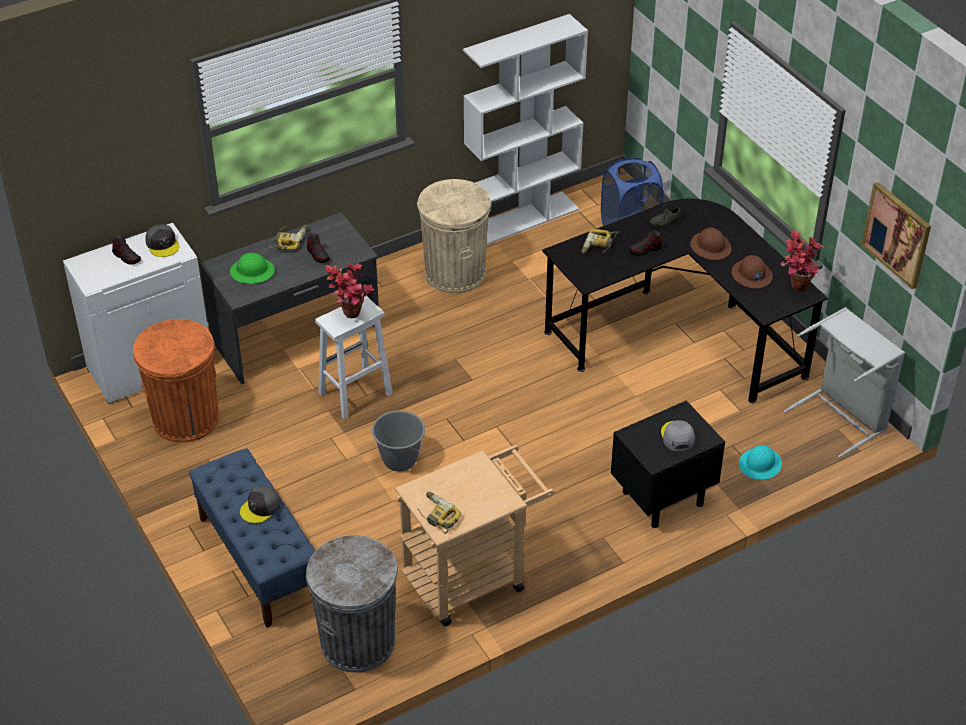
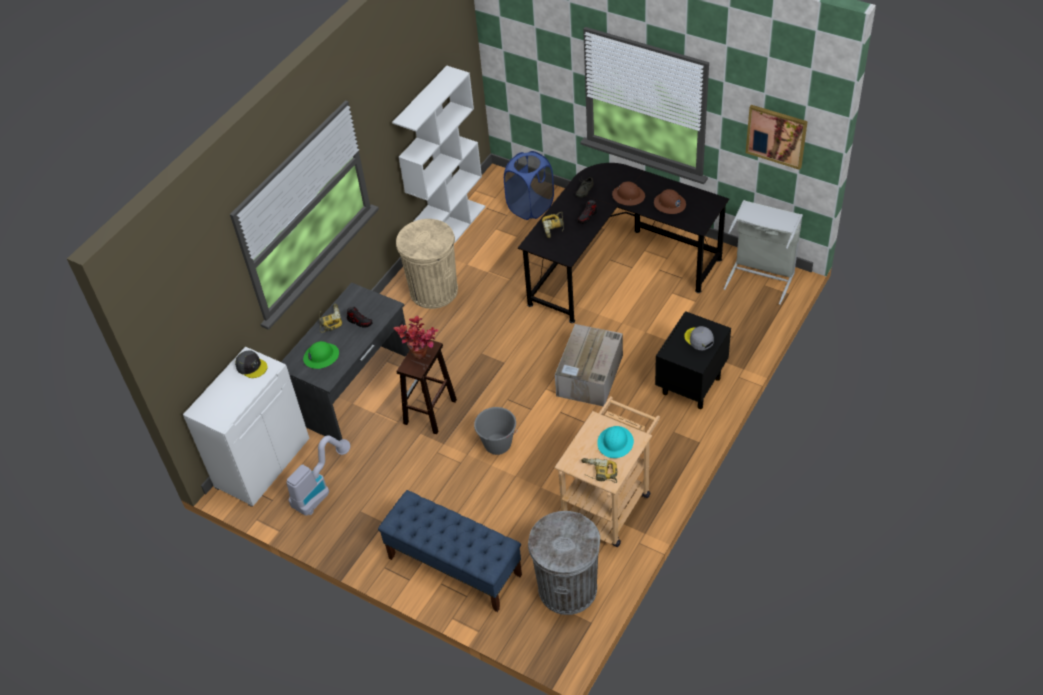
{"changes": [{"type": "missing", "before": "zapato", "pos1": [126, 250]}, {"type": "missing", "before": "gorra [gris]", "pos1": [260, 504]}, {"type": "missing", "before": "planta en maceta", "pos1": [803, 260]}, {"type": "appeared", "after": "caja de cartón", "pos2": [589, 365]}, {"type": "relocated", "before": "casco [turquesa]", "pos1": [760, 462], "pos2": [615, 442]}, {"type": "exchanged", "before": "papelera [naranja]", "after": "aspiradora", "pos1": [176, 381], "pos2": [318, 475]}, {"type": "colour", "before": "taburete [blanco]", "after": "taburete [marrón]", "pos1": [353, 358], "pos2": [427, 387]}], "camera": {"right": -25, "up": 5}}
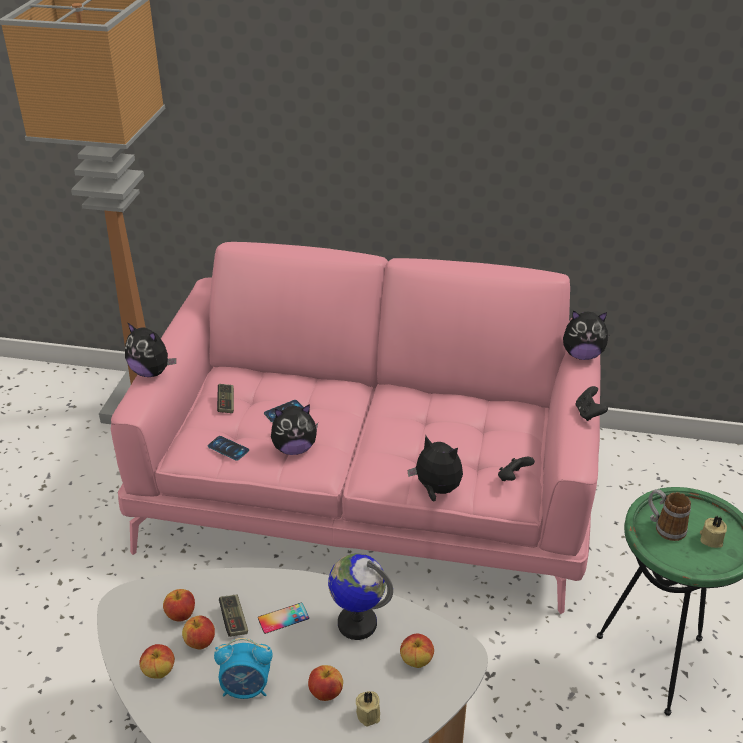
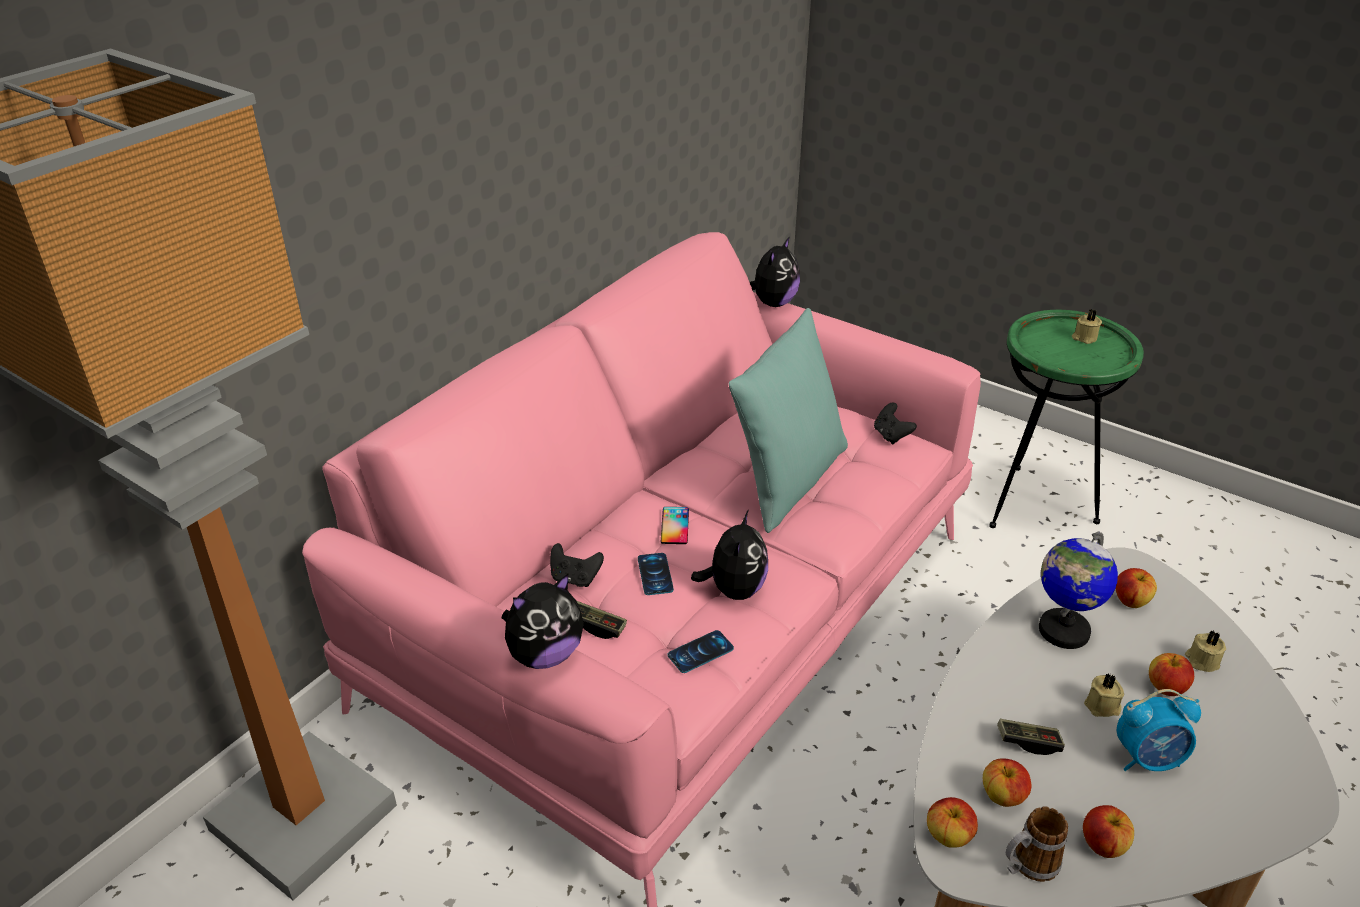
{"changes": [{"type": "missing", "before": "peluche", "pos1": [435, 469]}, {"type": "appeared", "after": "cojín [turquesa]", "pos2": [788, 420]}, {"type": "appeared", "after": "vela [beis]", "pos2": [1104, 695]}, {"type": "relocated", "before": "manzana", "pos1": [198, 632], "pos2": [952, 822]}, {"type": "relocated", "before": "móvil", "pos1": [283, 618], "pos2": [675, 525]}, {"type": "relocated", "before": "mando de consola [negro]", "pos1": [592, 403], "pos2": [577, 565]}, {"type": "relocated", "before": "taza grande", "pos1": [669, 515], "pos2": [1037, 844]}, {"type": "spun", "before": "despertador", "pos1": [243, 668], "pos2": [1159, 730], "turn": 60}], "camera": {"right": -65, "up": 0}}
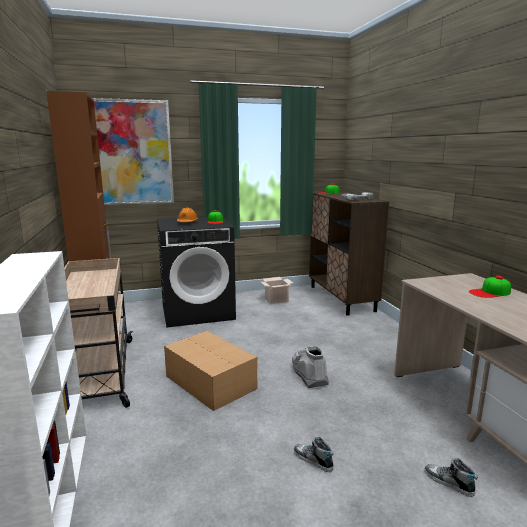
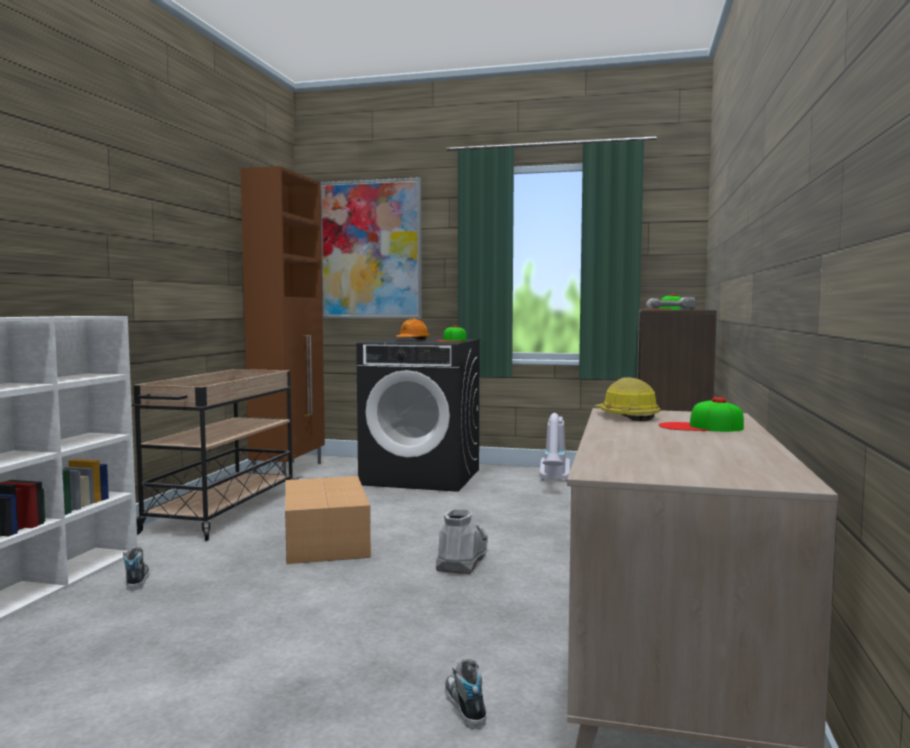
{"changes": [{"type": "appeared", "after": "casco", "pos2": [627, 399]}, {"type": "relocated", "before": "zapato", "pos1": [314, 454], "pos2": [136, 568]}, {"type": "exchanged", "before": "caja de cartón", "after": "aspiradora", "pos1": [277, 290], "pos2": [554, 447]}], "camera": {"right": 30, "up": -10}}
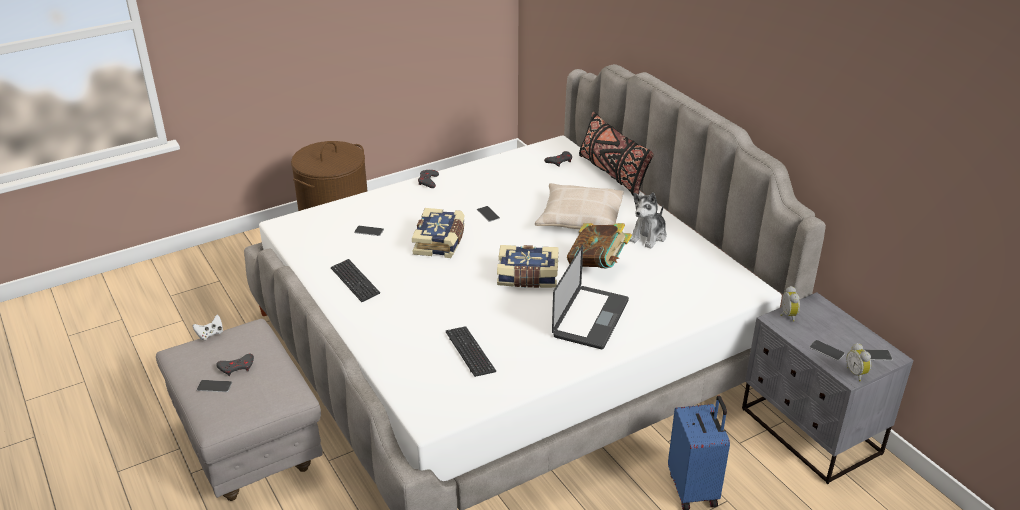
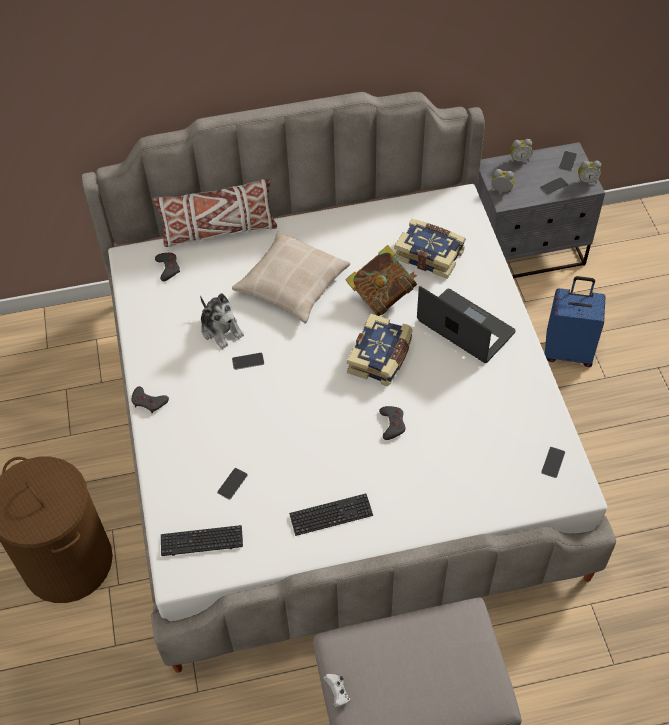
{"changes": [{"type": "appeared", "after": "despertador", "pos2": [521, 151]}, {"type": "relocated", "before": "móvil", "pos1": [214, 386], "pos2": [553, 462]}, {"type": "relocated", "before": "mando de consola [gris]", "pos1": [235, 365], "pos2": [392, 423]}, {"type": "relocated", "before": "libro", "pos1": [438, 233], "pos2": [430, 249]}, {"type": "relocated", "before": "teclado", "pos1": [471, 352], "pos2": [202, 540]}, {"type": "relocated", "before": "peluche", "pos1": [648, 220], "pos2": [222, 321]}, {"type": "colour", "before": "cojín [negro]", "after": "cojín [blanco]", "pos1": [616, 154], "pos2": [215, 213]}], "camera": {"right": -70, "up": 20}}
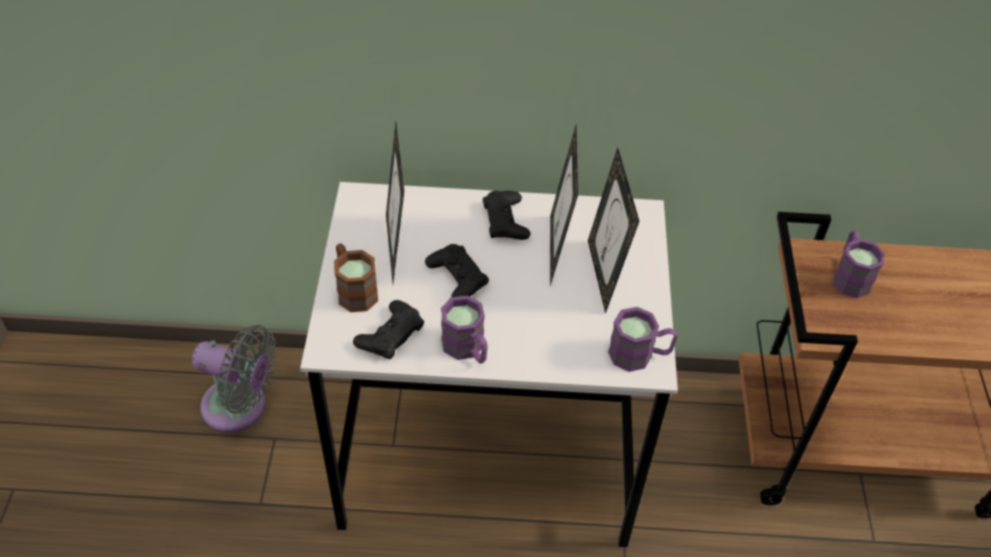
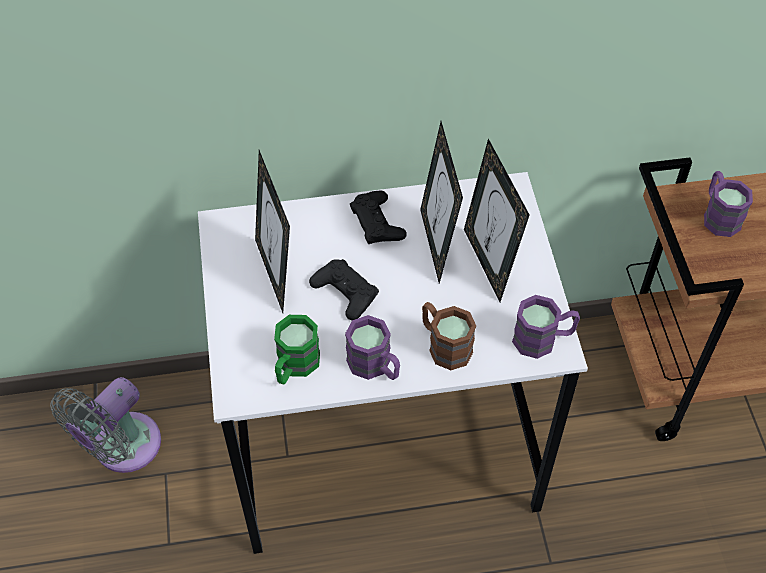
{"changes": [{"type": "relocated", "before": "taza grande [marrón]", "pos1": [356, 277], "pos2": [449, 336]}, {"type": "exchanged", "before": "mando de consola [negro]", "after": "taza grande [verde]", "pos1": [389, 330], "pos2": [297, 349]}, {"type": "spun", "before": "ventilador [gris]", "pos1": [234, 378], "pos2": [105, 425], "turn": 120}], "camera": {"right": -10, "up": 5}}
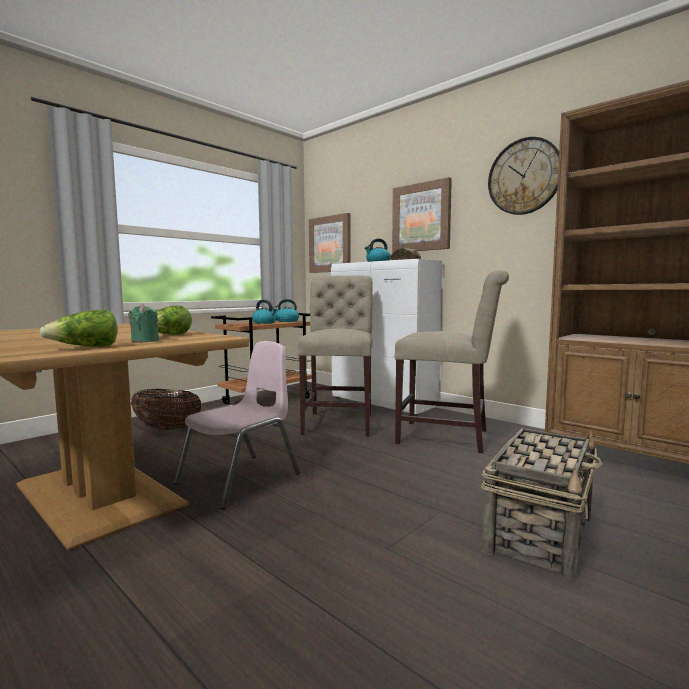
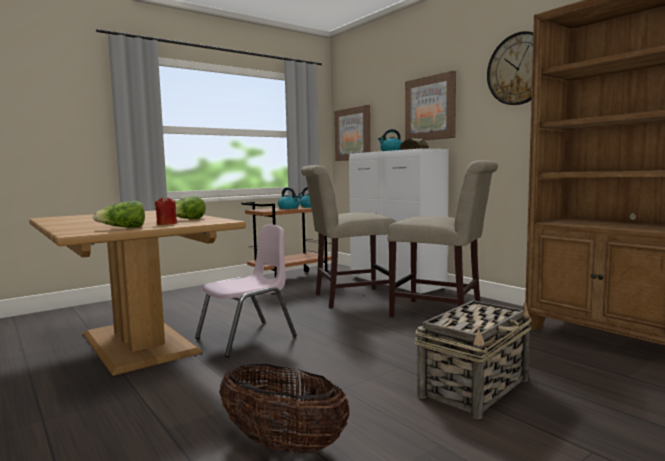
{"changes": [{"type": "relocated", "before": "cesta", "pos1": [166, 409], "pos2": [284, 409]}, {"type": "colour", "before": "vela [verde]", "after": "vela [rojo]", "pos1": [143, 323], "pos2": [166, 210]}, {"type": "spun", "before": "silla [beis]", "pos1": [335, 356], "pos2": [348, 237], "turn": -120}], "camera": {"right": 10, "up": 0}}
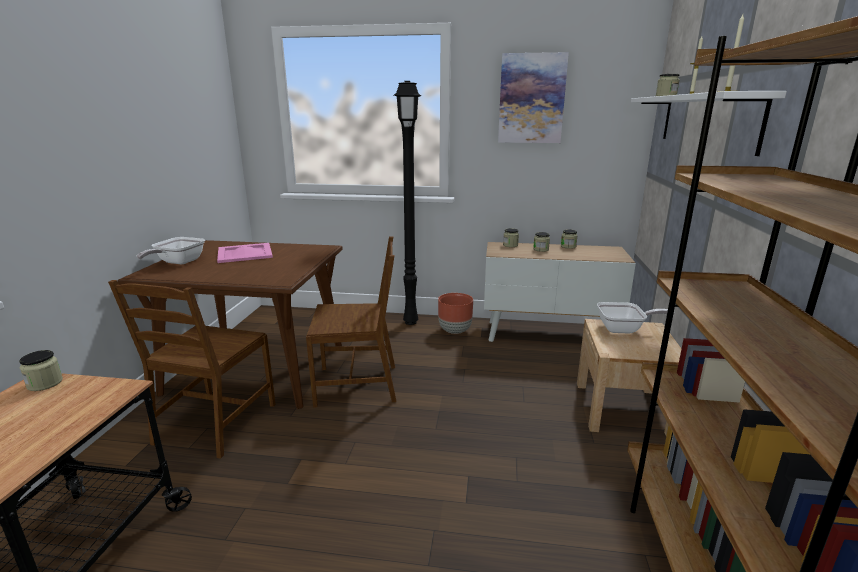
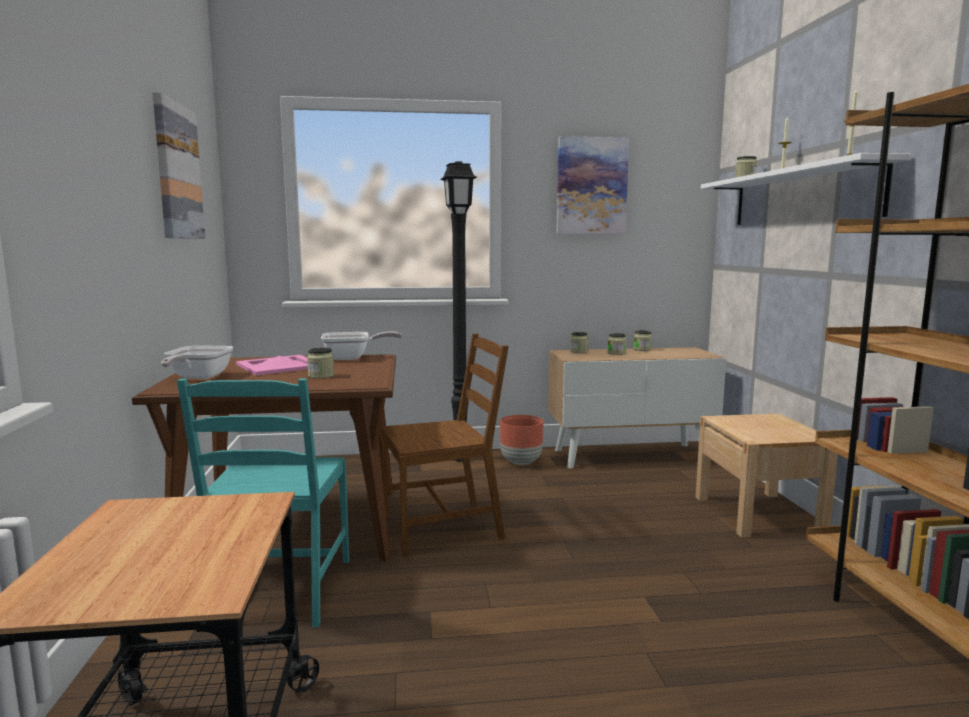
{"changes": [{"type": "appeared", "after": "cuadro", "pos2": [178, 165]}, {"type": "relocated", "before": "tarro", "pos1": [41, 370], "pos2": [320, 363]}, {"type": "relocated", "before": "sartén", "pos1": [635, 317], "pos2": [361, 346]}, {"type": "colour", "before": "silla [marrón]", "after": "silla [turquesa]", "pos1": [192, 369], "pos2": [263, 502]}], "camera": {"right": -15, "up": -10}}
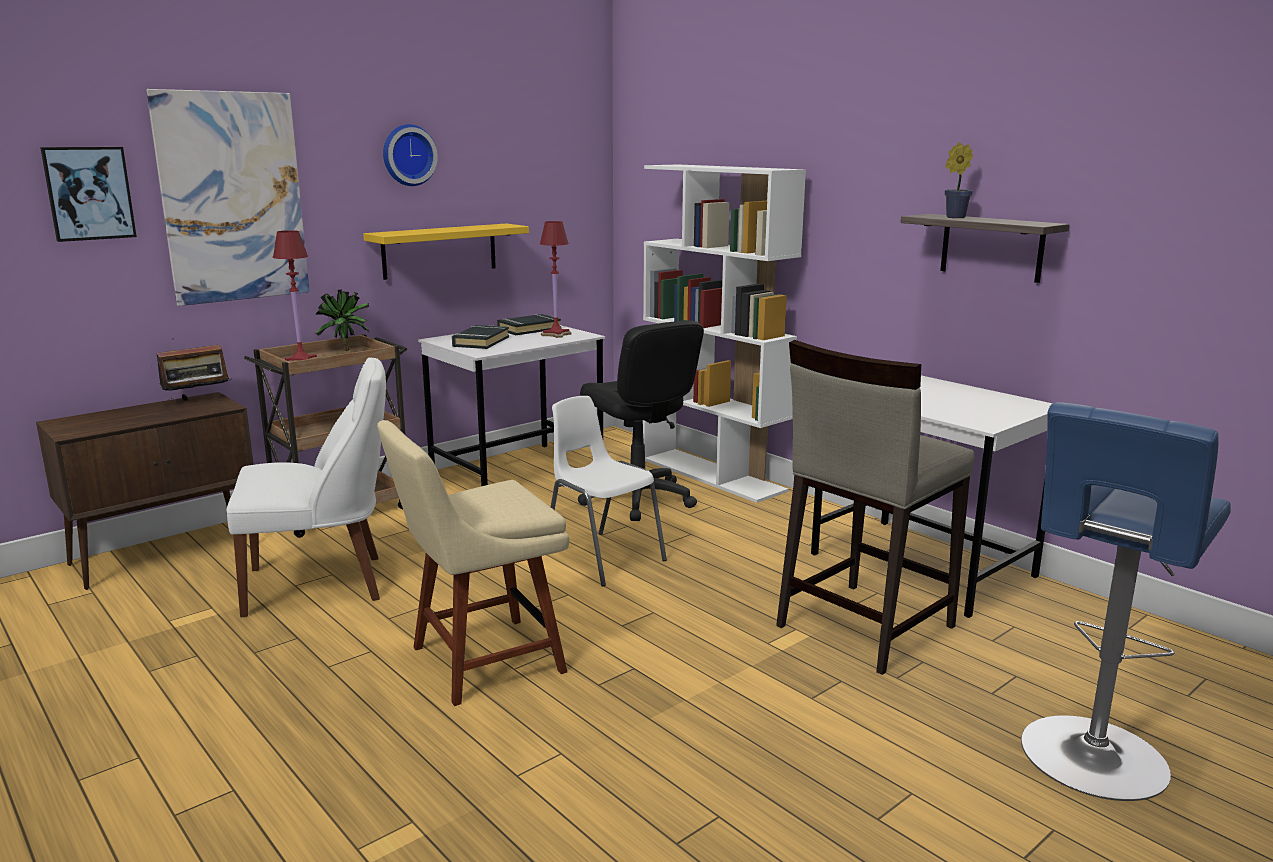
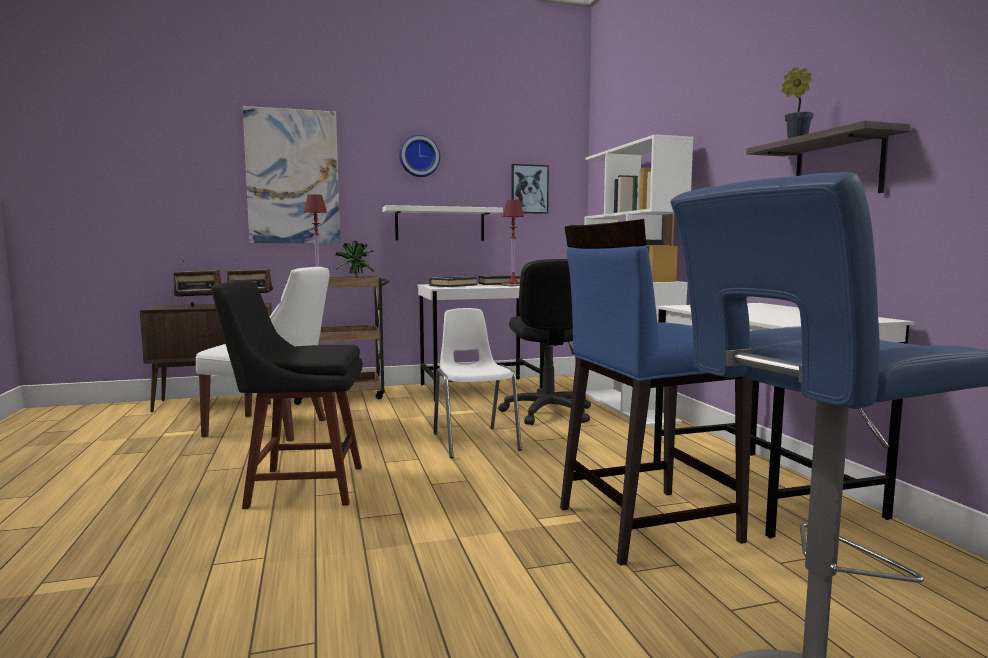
{"changes": [{"type": "appeared", "after": "radio", "pos2": [197, 284]}, {"type": "relocated", "before": "cuadro", "pos1": [88, 194], "pos2": [530, 189]}, {"type": "colour", "before": "estante [amarillo]", "after": "estante [blanco]", "pos1": [446, 251], "pos2": [442, 223]}, {"type": "colour", "before": "silla [beis]", "after": "silla [negro]", "pos1": [473, 563], "pos2": [286, 394]}, {"type": "colour", "before": "taburete [beis]", "after": "taburete [azul]", "pos1": [875, 507], "pos2": [656, 392]}], "camera": {"right": 25, "up": -10}}
